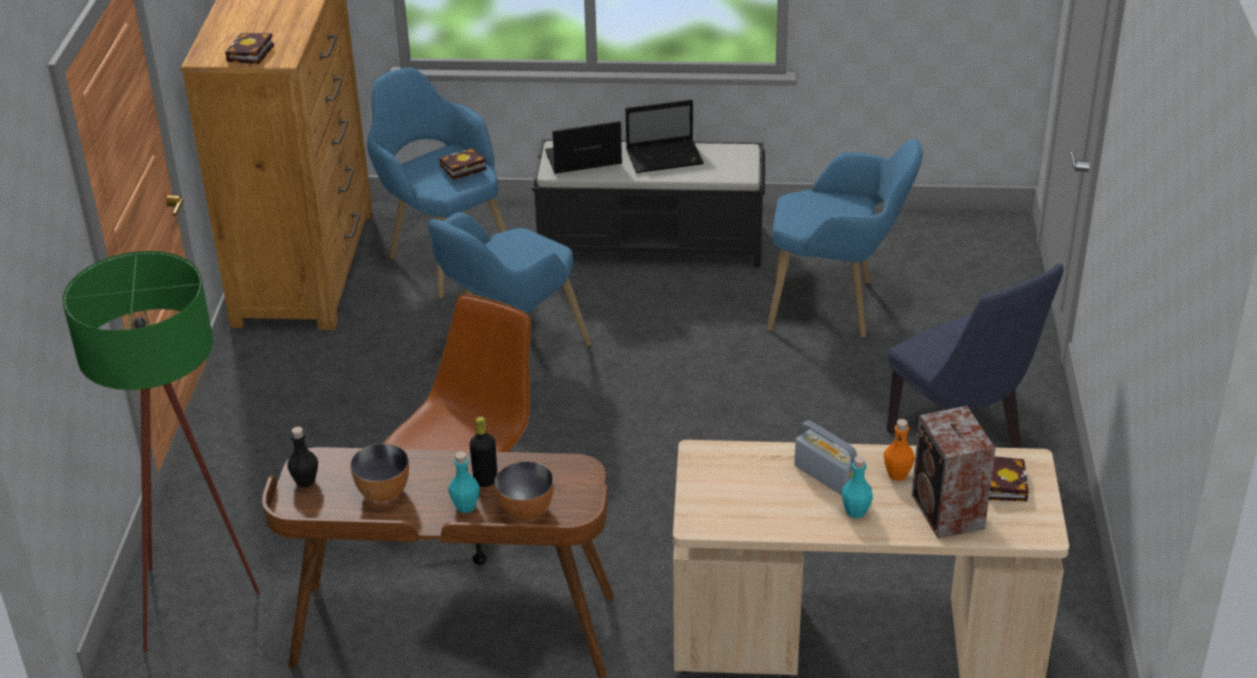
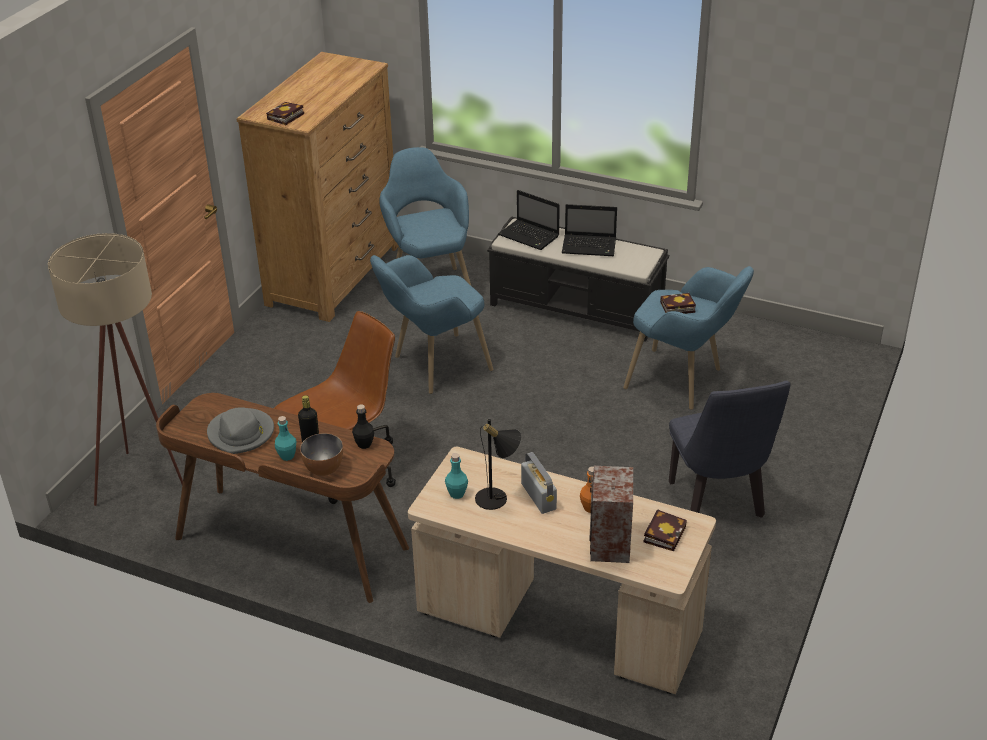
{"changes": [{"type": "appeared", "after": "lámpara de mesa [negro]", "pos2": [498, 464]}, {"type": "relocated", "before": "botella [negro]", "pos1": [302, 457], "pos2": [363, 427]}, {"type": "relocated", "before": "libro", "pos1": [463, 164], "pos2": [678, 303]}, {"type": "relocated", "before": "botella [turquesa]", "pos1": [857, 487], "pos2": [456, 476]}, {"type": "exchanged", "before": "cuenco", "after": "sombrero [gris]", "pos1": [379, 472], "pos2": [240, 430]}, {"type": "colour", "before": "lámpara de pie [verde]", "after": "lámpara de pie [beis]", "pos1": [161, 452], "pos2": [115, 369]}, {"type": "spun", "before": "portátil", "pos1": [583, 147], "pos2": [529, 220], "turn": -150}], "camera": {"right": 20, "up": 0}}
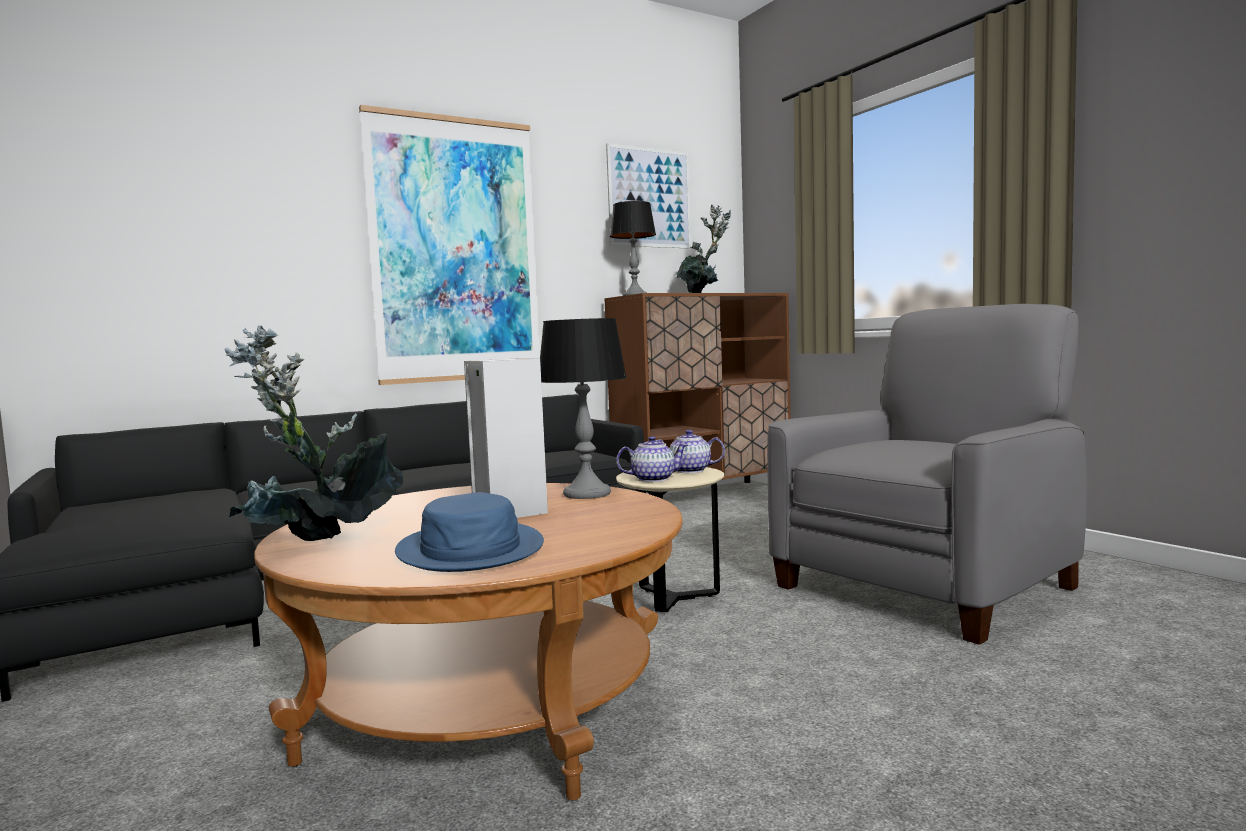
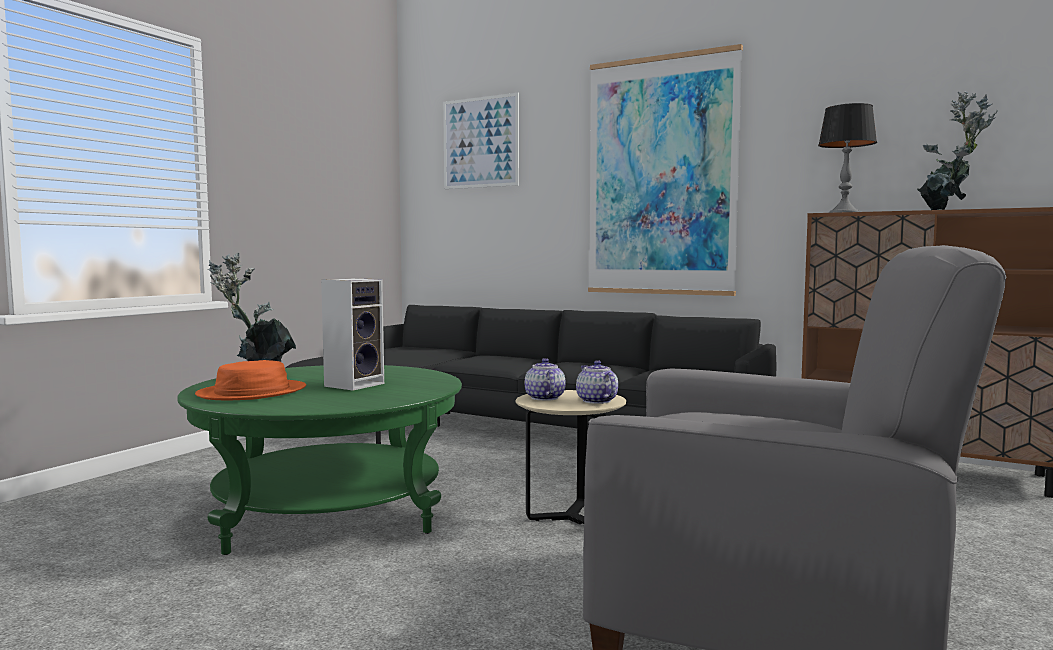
{"changes": [{"type": "missing", "before": "lámpara de mesa", "pos1": [583, 408]}, {"type": "relocated", "before": "cuadro", "pos1": [648, 195], "pos2": [481, 141]}, {"type": "colour", "before": "mesa de centro [marrón]", "after": "mesa de centro [verde]", "pos1": [468, 642], "pos2": [319, 460]}, {"type": "colour", "before": "sombrero [azul]", "after": "sombrero [naranja]", "pos1": [469, 532], "pos2": [250, 380]}, {"type": "spun", "before": "tetera", "pos1": [652, 459], "pos2": [545, 379], "turn": -150}], "camera": {"right": 60, "up": 0}}
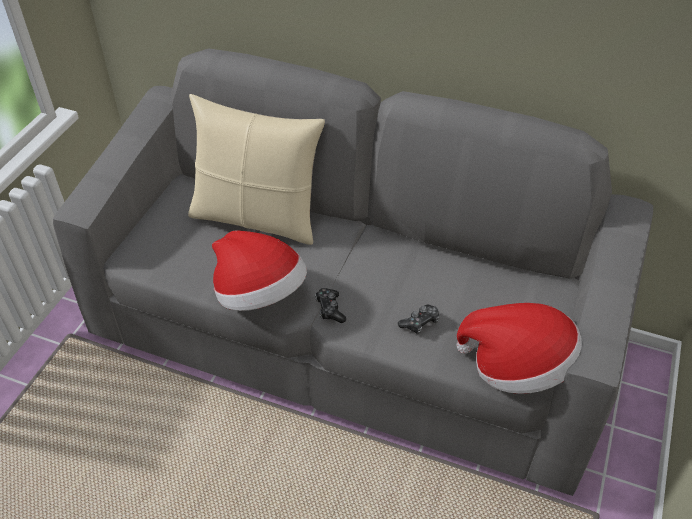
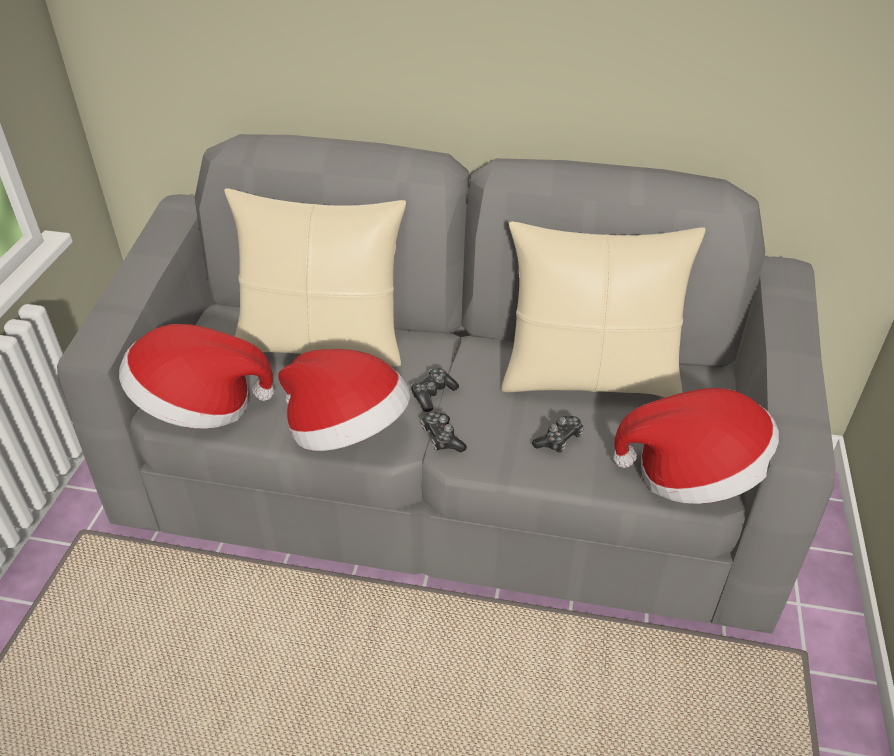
{"changes": [{"type": "appeared", "after": "sombrero", "pos2": [196, 376]}, {"type": "appeared", "after": "mando de consola", "pos2": [435, 390]}, {"type": "appeared", "after": "cojín [beis]", "pos2": [603, 309]}], "camera": {"right": -10, "up": -5}}
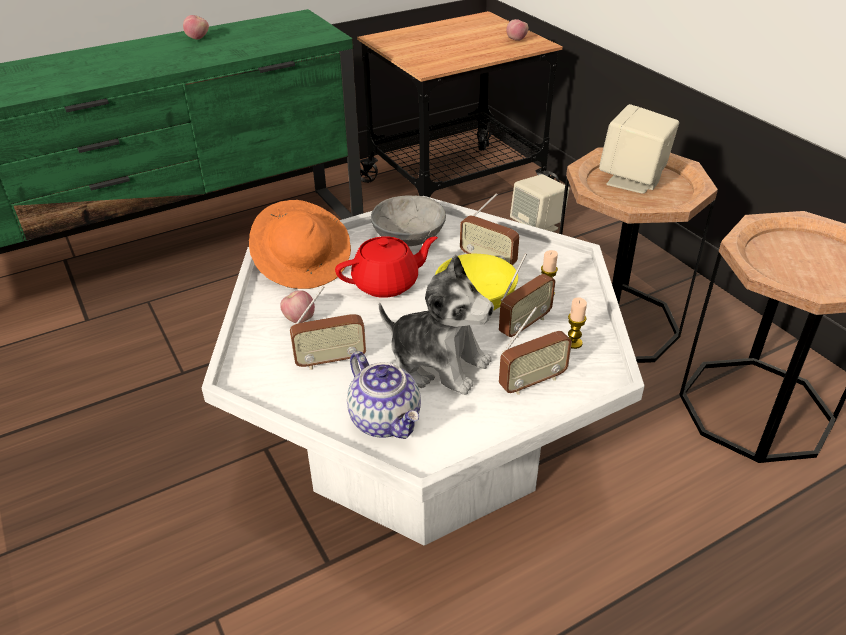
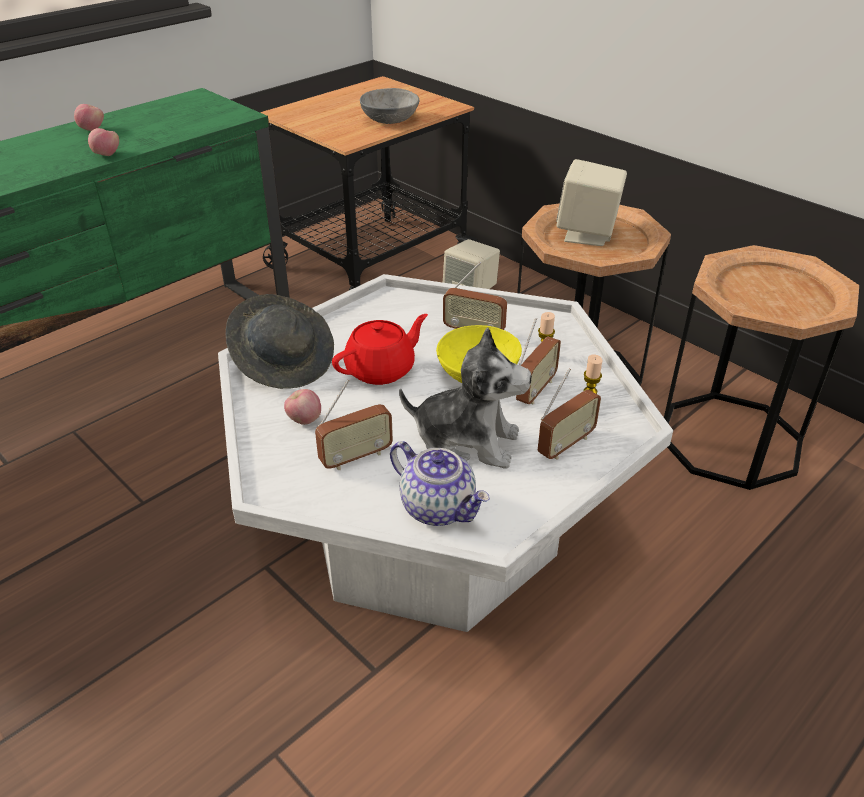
{"changes": [{"type": "relocated", "before": "cuenco [gris]", "pos1": [408, 220], "pos2": [390, 106]}, {"type": "relocated", "before": "manzana", "pos1": [517, 30], "pos2": [103, 142]}, {"type": "colour", "before": "sombrero [naranja]", "after": "sombrero [gris]", "pos1": [300, 244], "pos2": [280, 341]}], "camera": {"right": -15, "up": 0}}
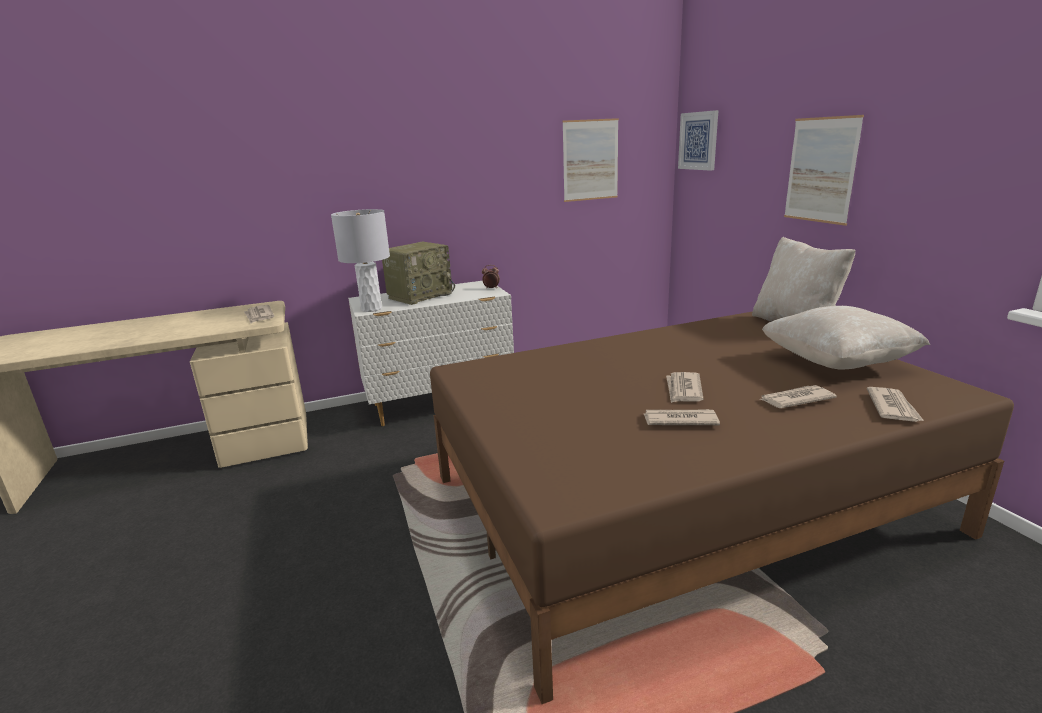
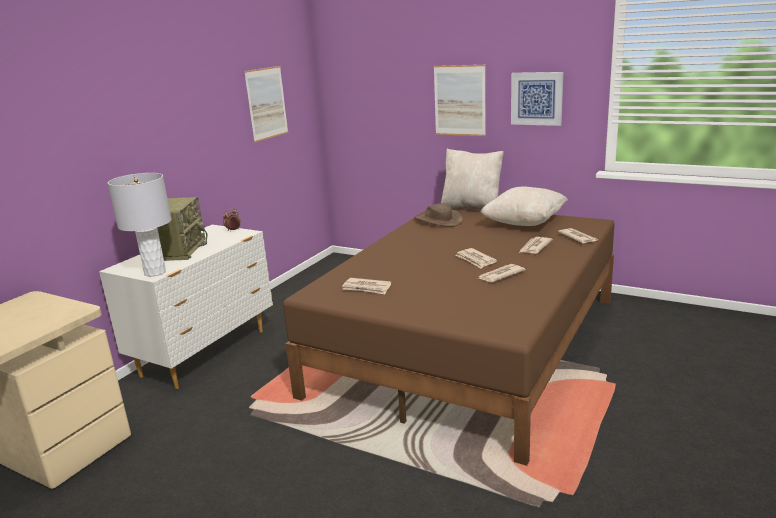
{"changes": [{"type": "appeared", "after": "sombrero [marrón]", "pos2": [439, 215]}, {"type": "relocated", "before": "periódico", "pos1": [259, 314], "pos2": [366, 286]}, {"type": "relocated", "before": "cuadro", "pos1": [698, 140], "pos2": [537, 99]}], "camera": {"right": -40, "up": 0}}
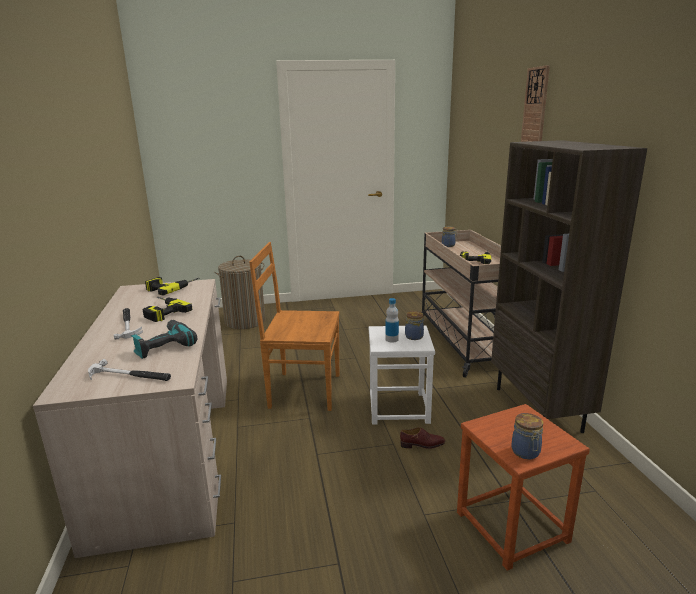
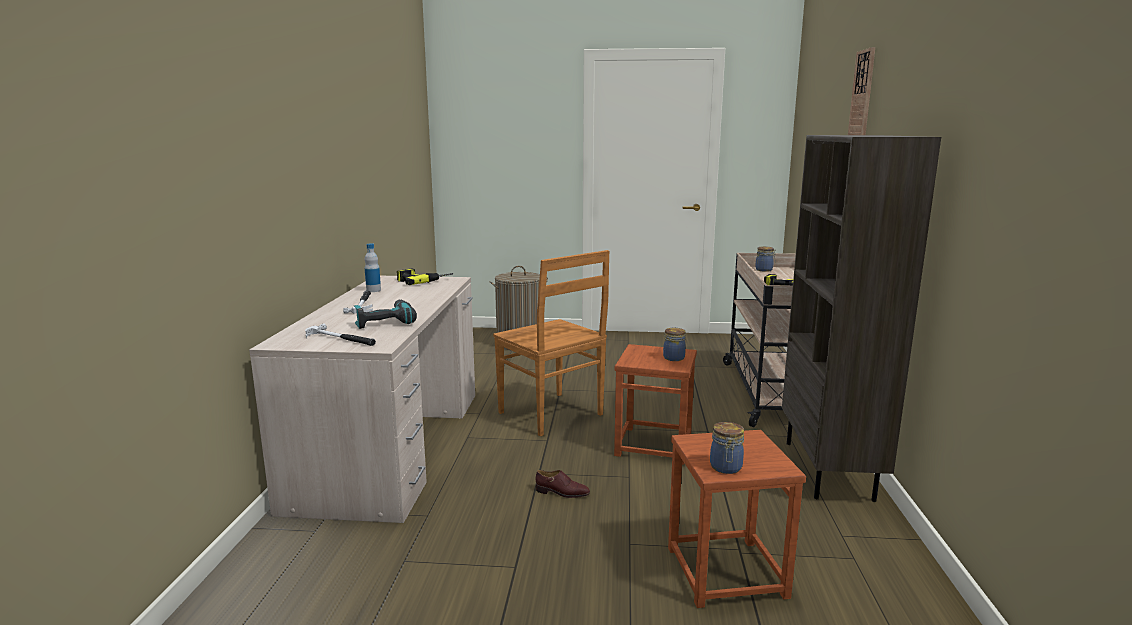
{"changes": [{"type": "missing", "before": "taladro", "pos1": [167, 309]}, {"type": "relocated", "before": "botella", "pos1": [392, 320], "pos2": [373, 267]}, {"type": "relocated", "before": "zapato [marrón]", "pos1": [423, 438], "pos2": [563, 484]}, {"type": "colour", "before": "taburete [blanco]", "after": "taburete [marrón]", "pos1": [402, 375], "pos2": [655, 404]}, {"type": "spun", "before": "silla [marrón]", "pos1": [294, 326], "pos2": [551, 343], "turn": -150}], "camera": {"right": 15, "up": -5}}
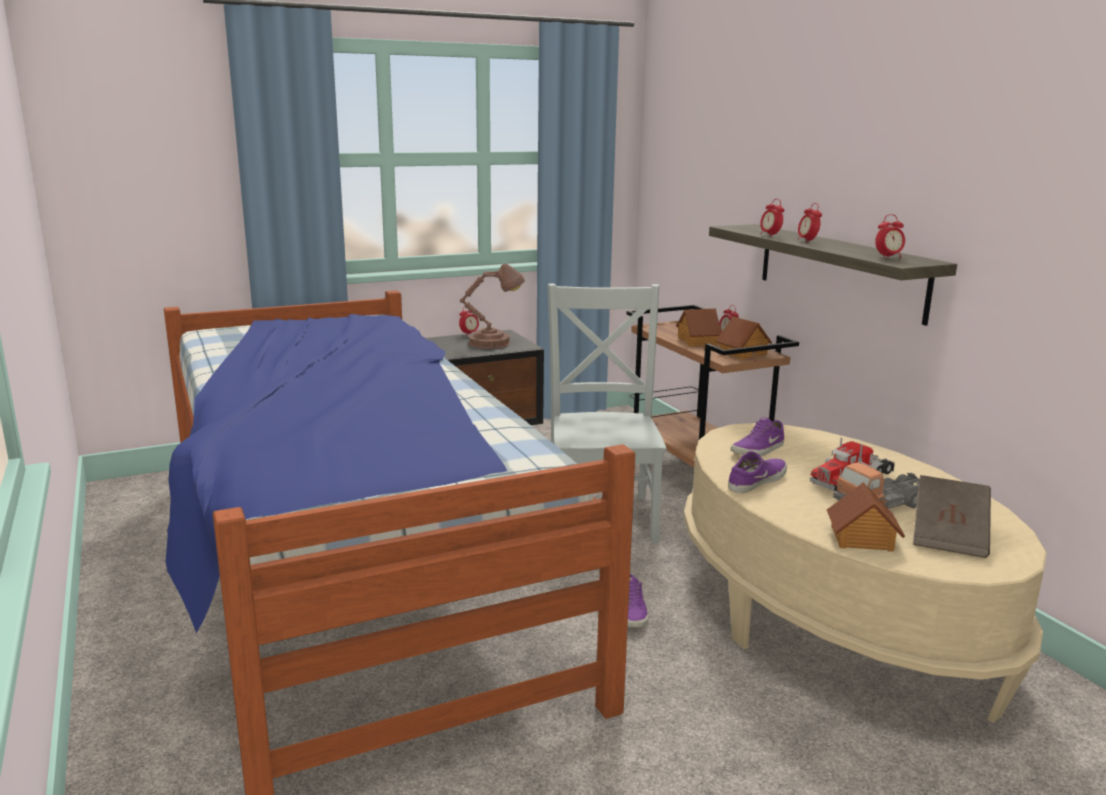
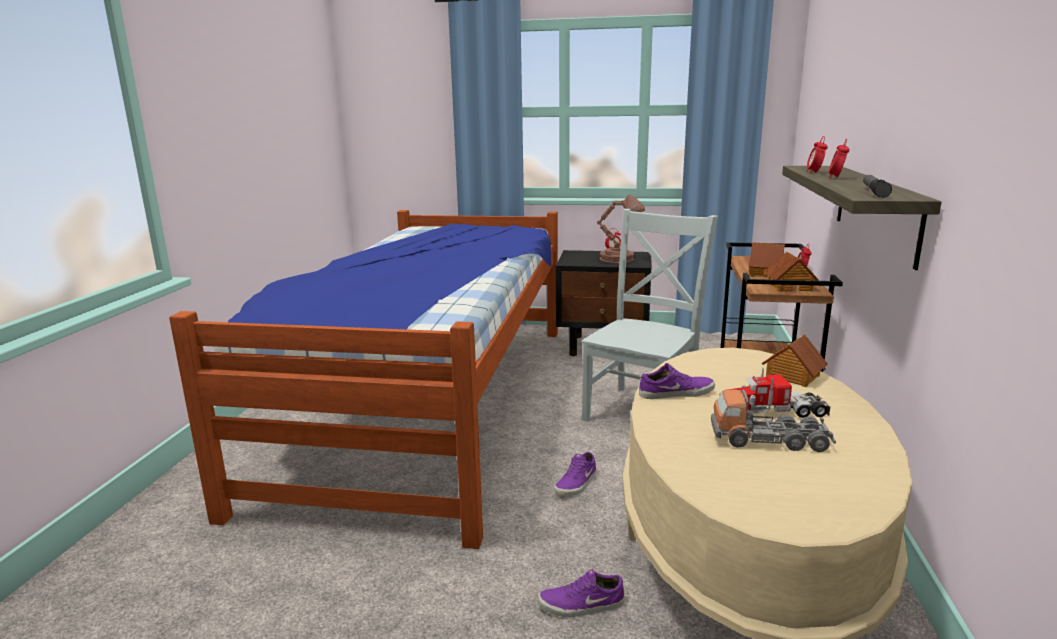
{"changes": [{"type": "missing", "before": "libro [marrón]", "pos1": [952, 516]}, {"type": "relocated", "before": "zapato [morado]", "pos1": [757, 437], "pos2": [581, 593]}, {"type": "relocated", "before": "casita", "pos1": [866, 517], "pos2": [795, 360]}, {"type": "exchanged", "before": "despertador", "after": "linterna", "pos1": [890, 236], "pos2": [877, 186]}], "camera": {"right": 35, "up": 0}}
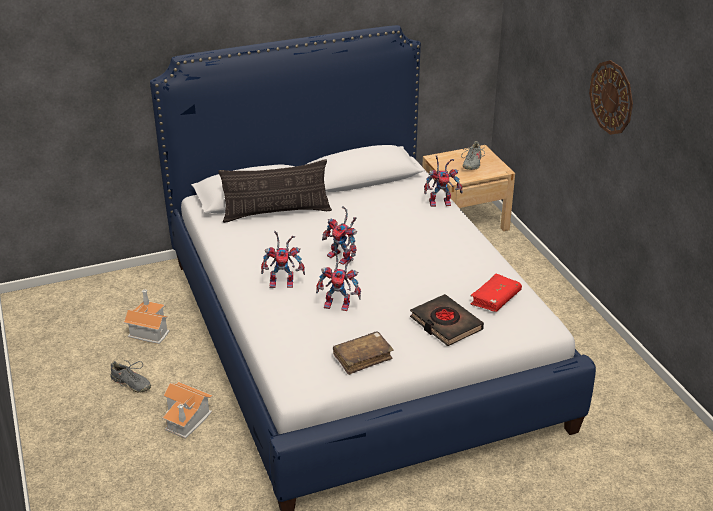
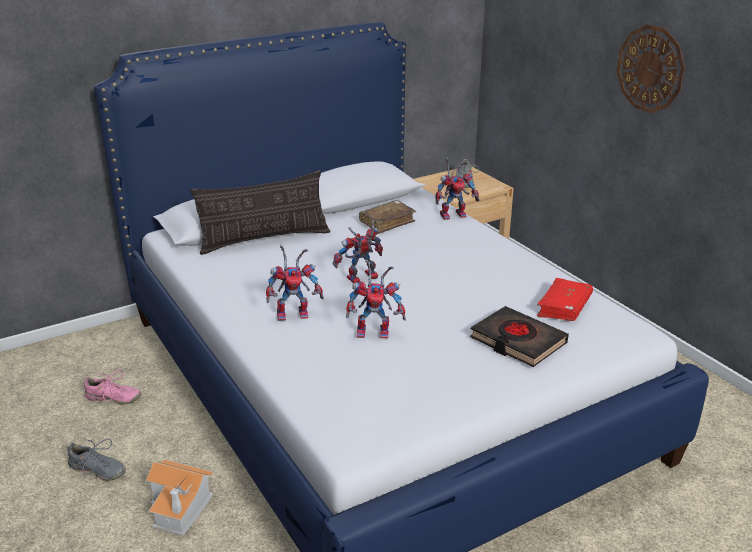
{"changes": [{"type": "relocated", "before": "libro [marrón]", "pos1": [363, 353], "pos2": [387, 217]}, {"type": "exchanged", "before": "casita", "after": "zapato [rosa]", "pos1": [146, 316], "pos2": [112, 387]}, {"type": "spun", "before": "robot de juguete", "pos1": [339, 235], "pos2": [358, 252], "turn": 120}], "camera": {"right": -10, "up": -5}}
